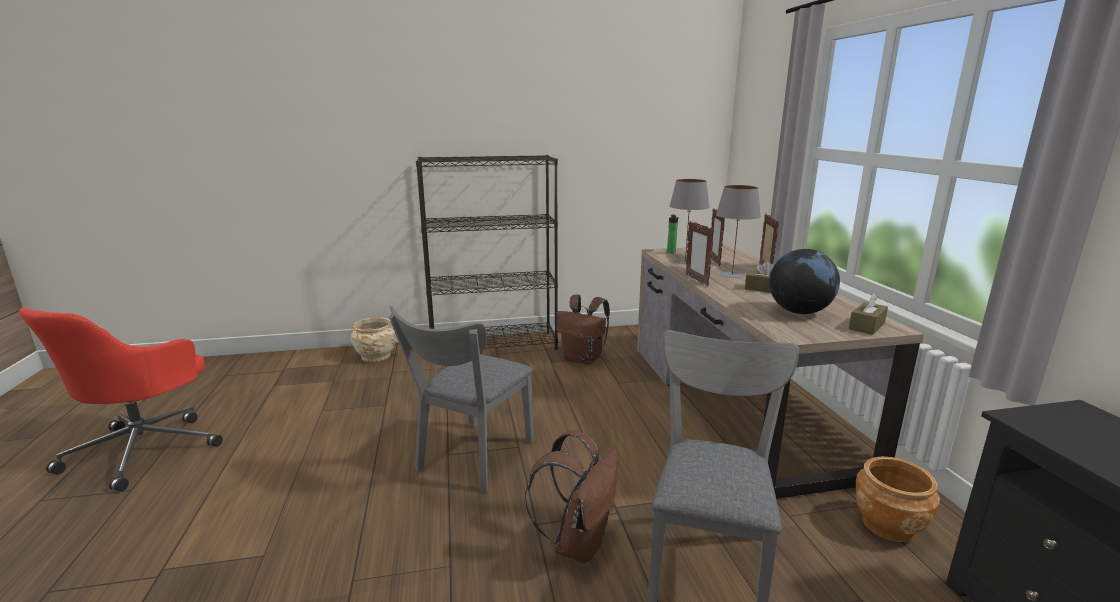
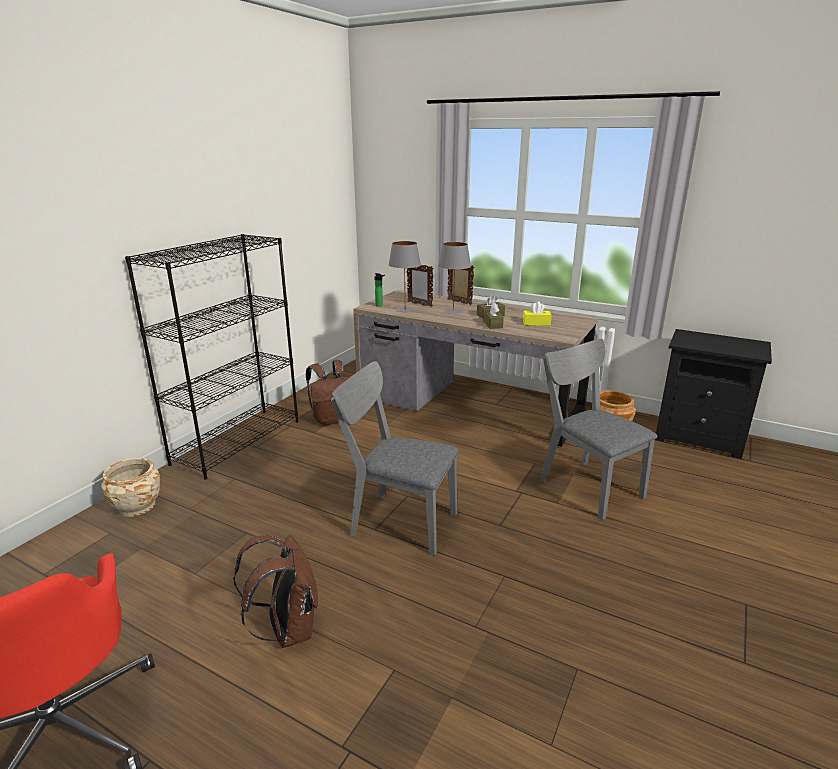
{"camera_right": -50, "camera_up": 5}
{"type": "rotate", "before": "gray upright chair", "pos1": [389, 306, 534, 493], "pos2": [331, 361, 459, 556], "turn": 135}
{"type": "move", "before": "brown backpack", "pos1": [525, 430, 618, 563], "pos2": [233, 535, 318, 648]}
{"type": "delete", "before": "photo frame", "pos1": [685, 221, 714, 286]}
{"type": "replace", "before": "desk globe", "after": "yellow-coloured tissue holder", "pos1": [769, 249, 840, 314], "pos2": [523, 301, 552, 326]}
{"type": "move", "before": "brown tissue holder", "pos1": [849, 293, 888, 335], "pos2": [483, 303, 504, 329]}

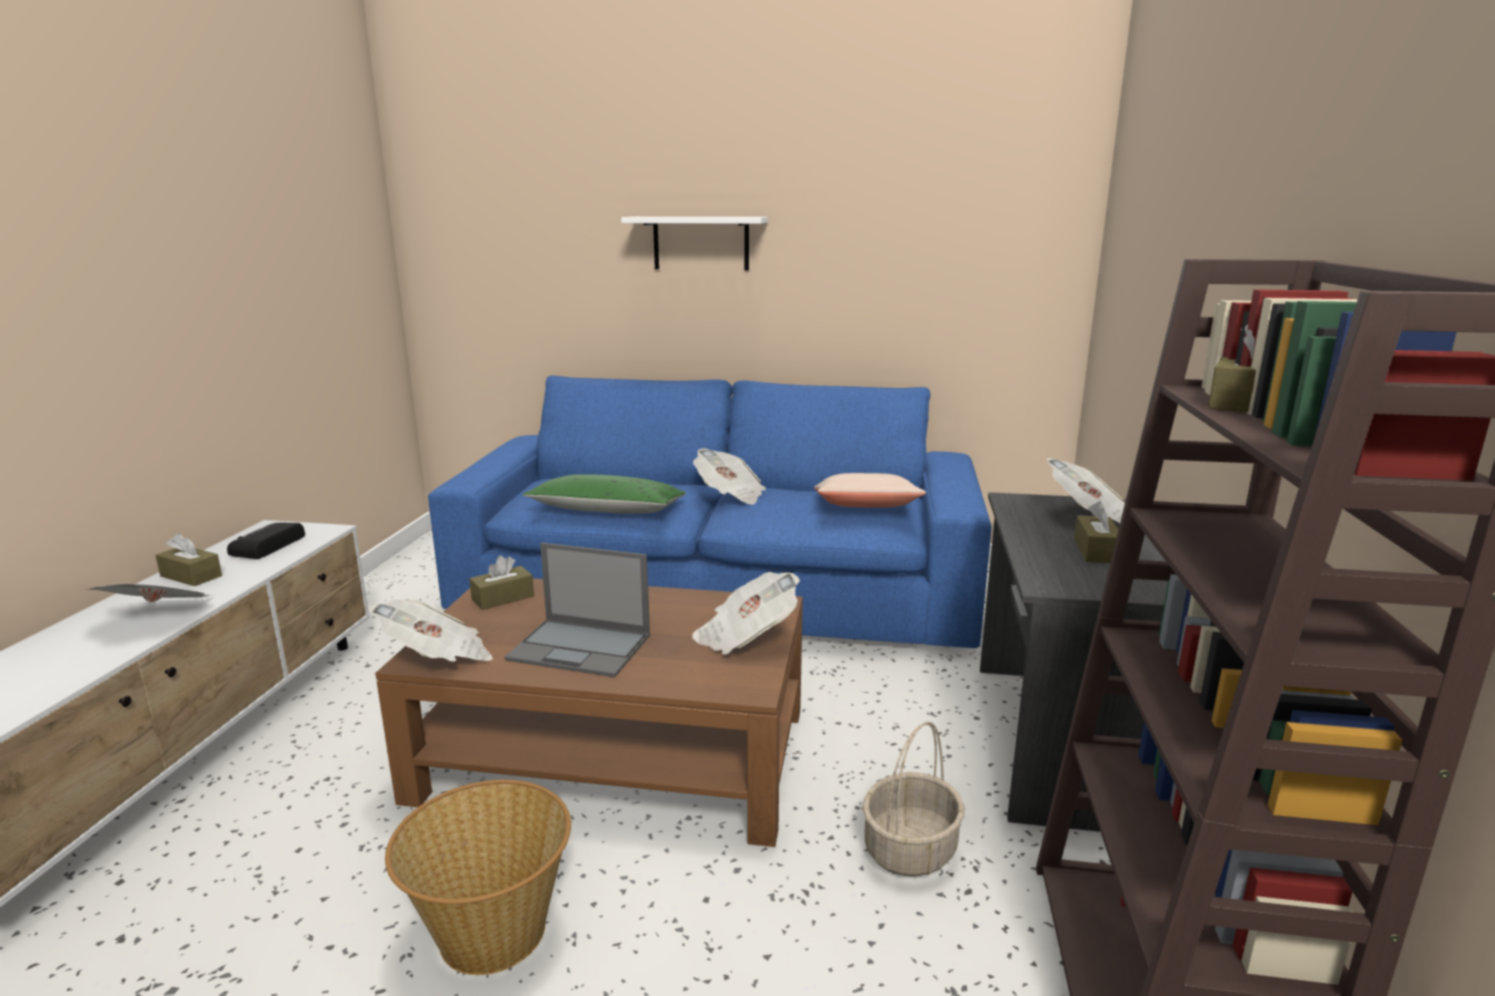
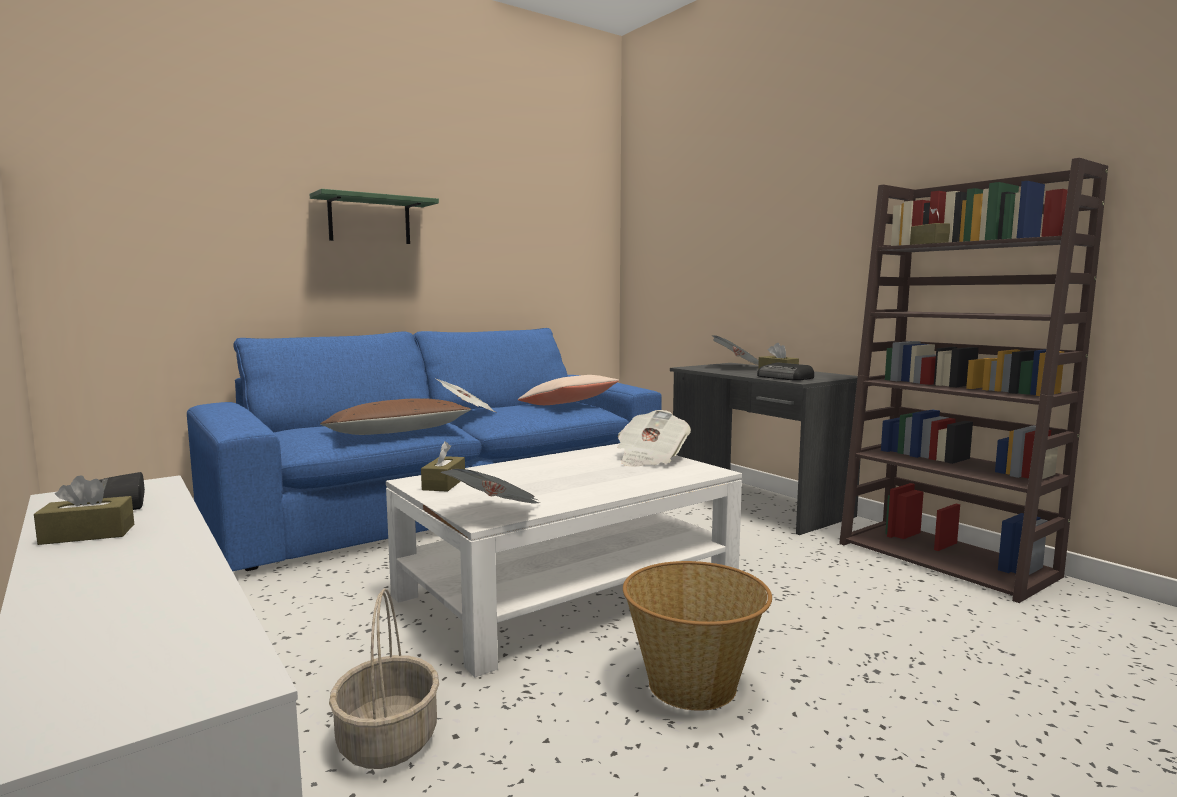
{"camera_right": -45, "camera_up": -10}
{"type": "delete", "before": "printed paper", "pos1": [86, 584, 213, 602]}
{"type": "recolor", "before": "brown low table", "after": "white low table", "pos1": [375, 578, 803, 847], "pos2": [386, 443, 742, 677]}
{"type": "delete", "before": "portable computer", "pos1": [504, 543, 650, 677]}
{"type": "recolor", "before": "greenish cushion", "after": "brown cushion", "pos1": [522, 474, 686, 514], "pos2": [320, 398, 471, 435]}
{"type": "recolor", "before": "white wall shelf", "after": "greenish wall shelf", "pos1": [621, 217, 768, 270], "pos2": [310, 189, 439, 244]}
{"type": "move", "before": "household basket", "pos1": [863, 721, 964, 877], "pos2": [329, 588, 439, 769]}
{"type": "insert", "after": "radio", "pos2": [757, 363, 814, 381]}

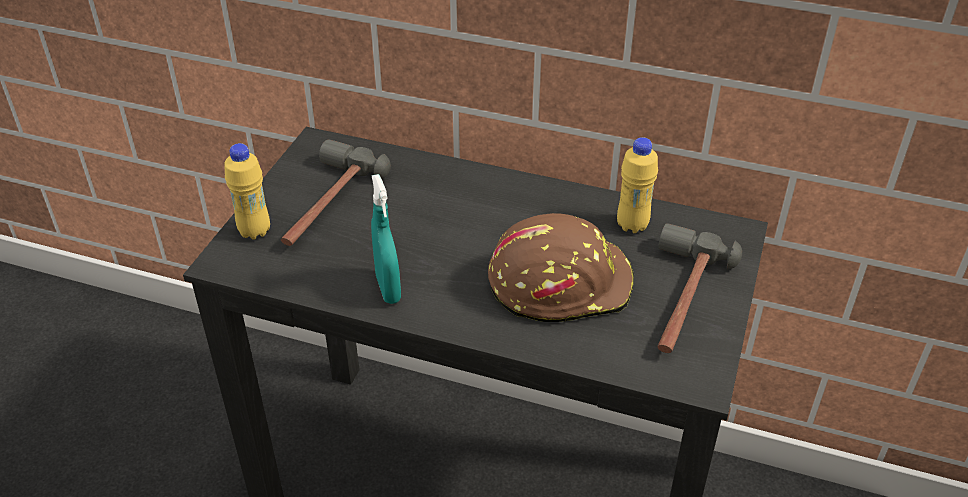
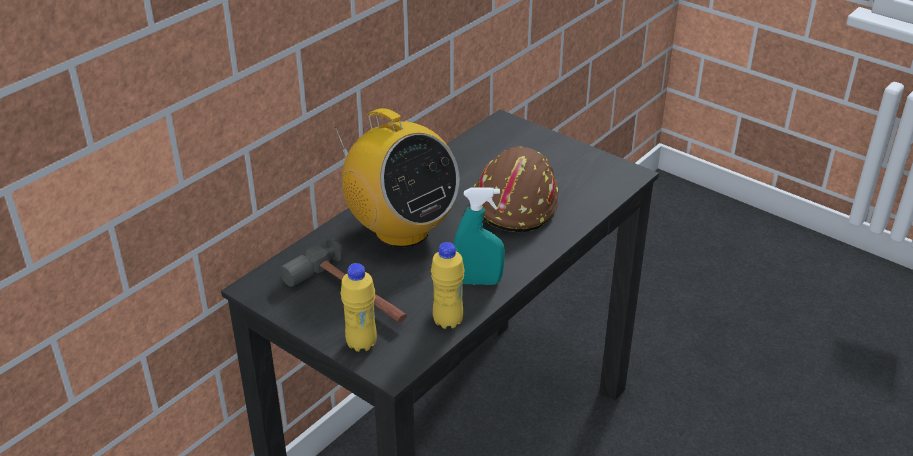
{"camera_right": -70, "camera_up": -5}
{"type": "move", "before": "yellow-coloured beverage bottle", "pos1": [617, 137, 658, 233], "pos2": [431, 242, 465, 329]}
{"type": "delete", "before": "hand hammer", "pos1": [658, 223, 742, 353]}
{"type": "insert", "after": "radio", "pos2": [334, 108, 459, 247]}

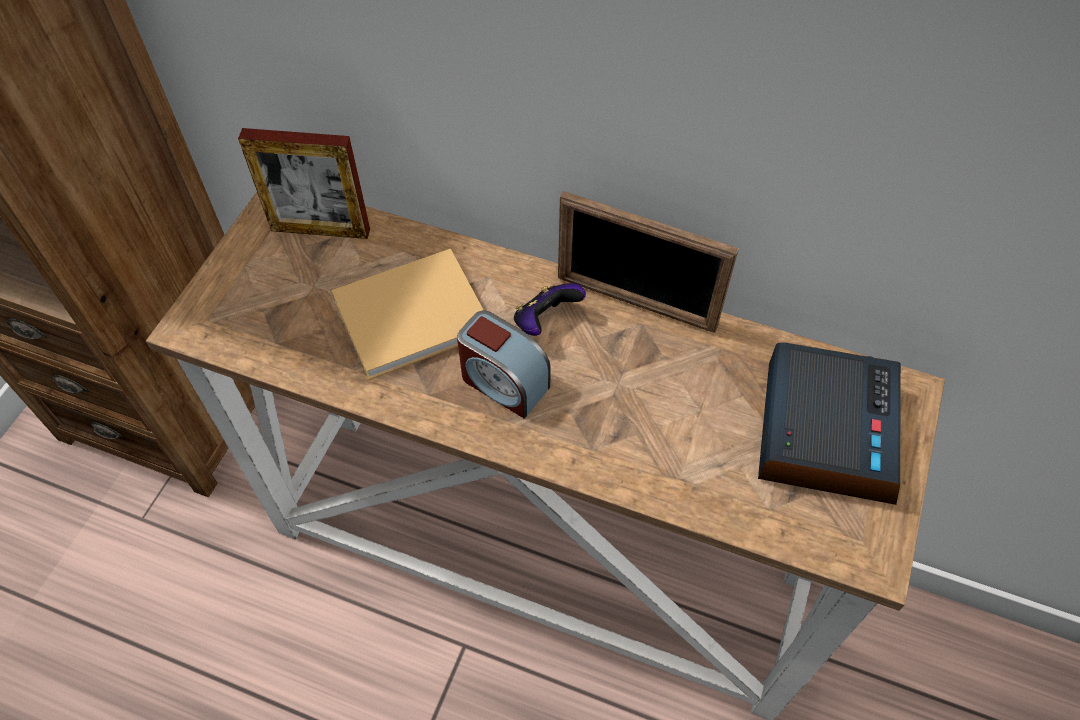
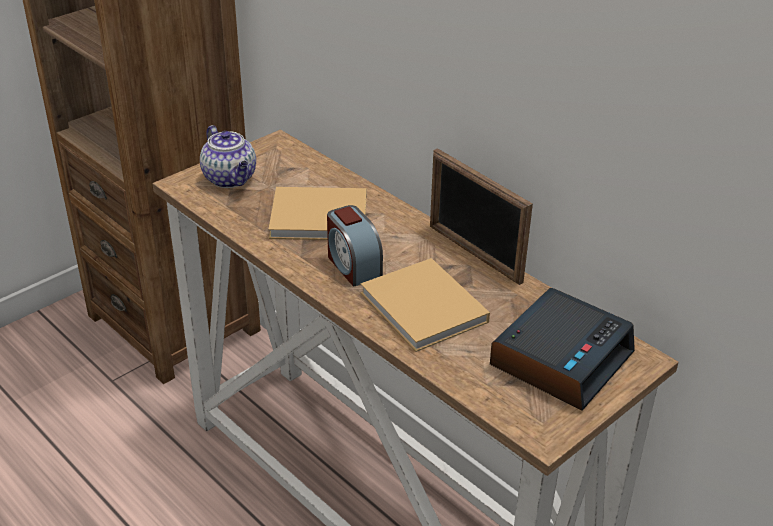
{"camera_right": 25, "camera_up": -20}
{"type": "delete", "before": "photo frame", "pos1": [238, 128, 370, 239]}
{"type": "delete", "before": "joypad", "pos1": [514, 283, 586, 336]}
{"type": "insert", "after": "teapot", "pos2": [200, 125, 256, 188]}
{"type": "insert", "after": "sand-coloured book", "pos2": [361, 258, 490, 352]}

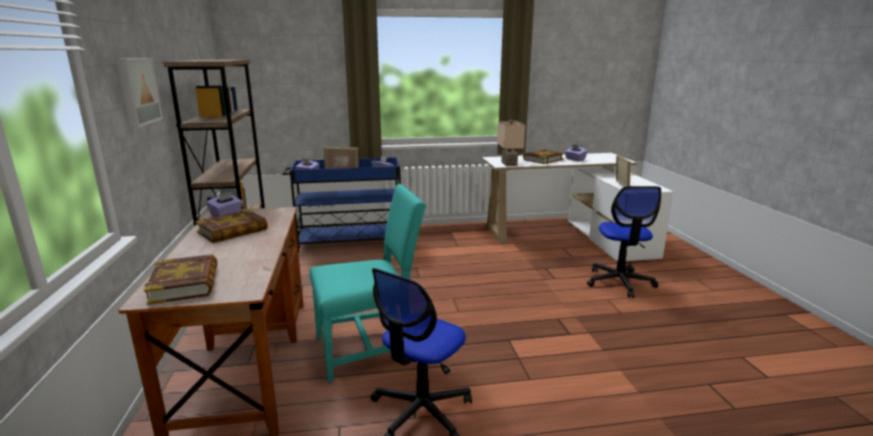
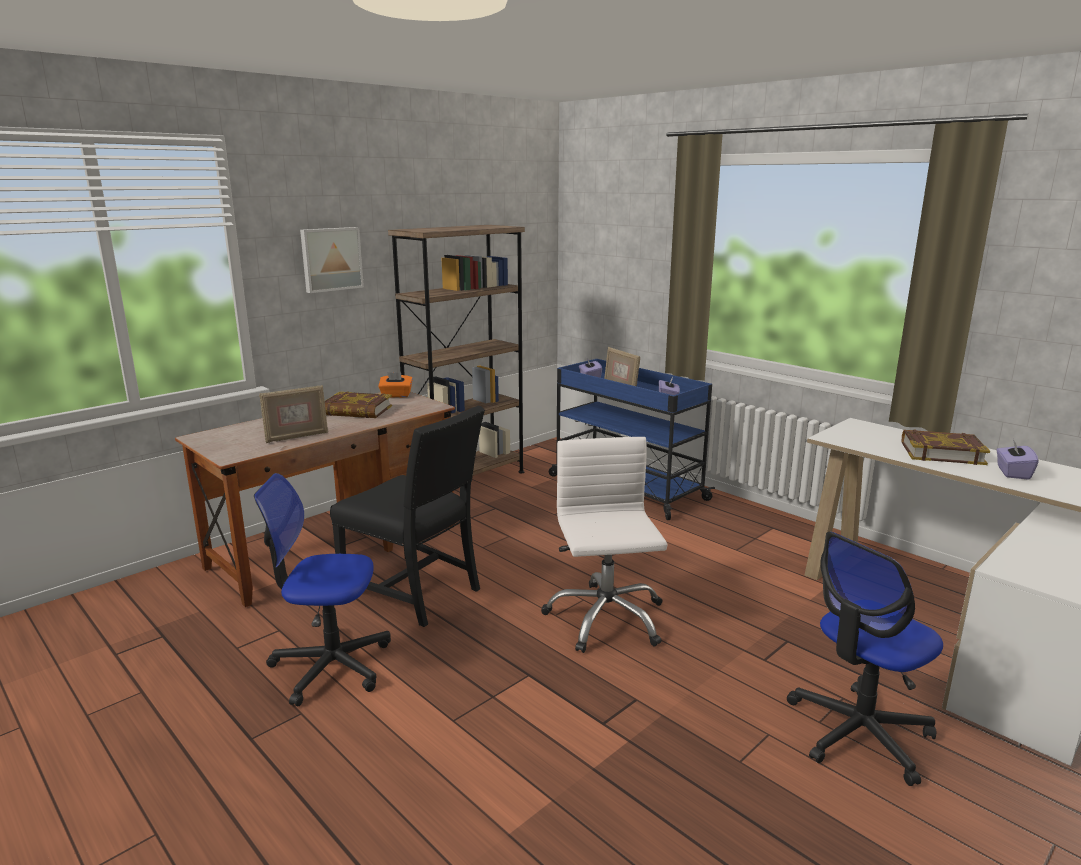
{"camera_right": 55, "camera_up": 0}
{"type": "delete", "before": "book", "pos1": [144, 254, 217, 305]}
{"type": "recolor", "before": "purple-coloured tissue holder", "after": "orange-coloured tissue holder", "pos1": [206, 192, 243, 217], "pos2": [378, 372, 413, 397]}
{"type": "recolor", "before": "blue-green upright chair", "after": "blackish upright chair", "pos1": [309, 184, 426, 382], "pos2": [330, 406, 485, 627]}
{"type": "delete", "before": "sand-coloured tabletop lamp", "pos1": [497, 120, 525, 166]}
{"type": "move", "before": "photo frame", "pos1": [616, 155, 631, 187], "pos2": [259, 385, 328, 443]}
{"type": "insert", "after": "white computer chair", "pos2": [541, 437, 668, 653]}

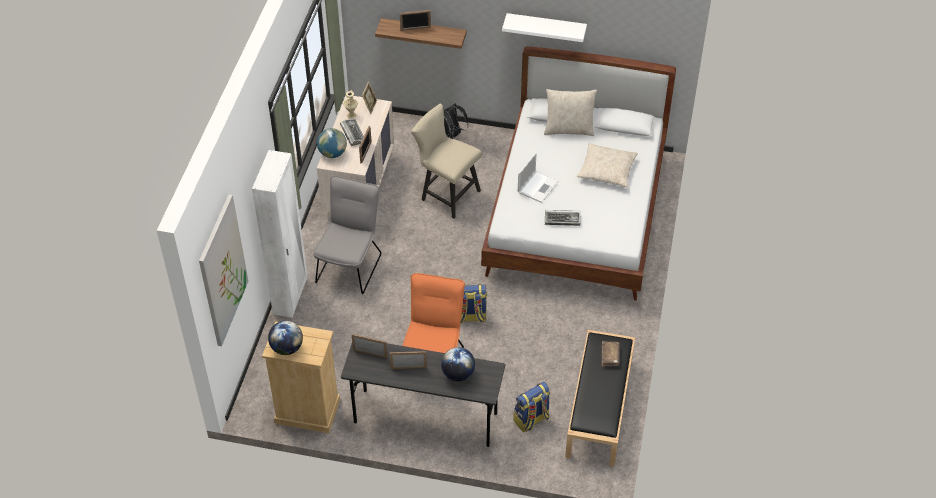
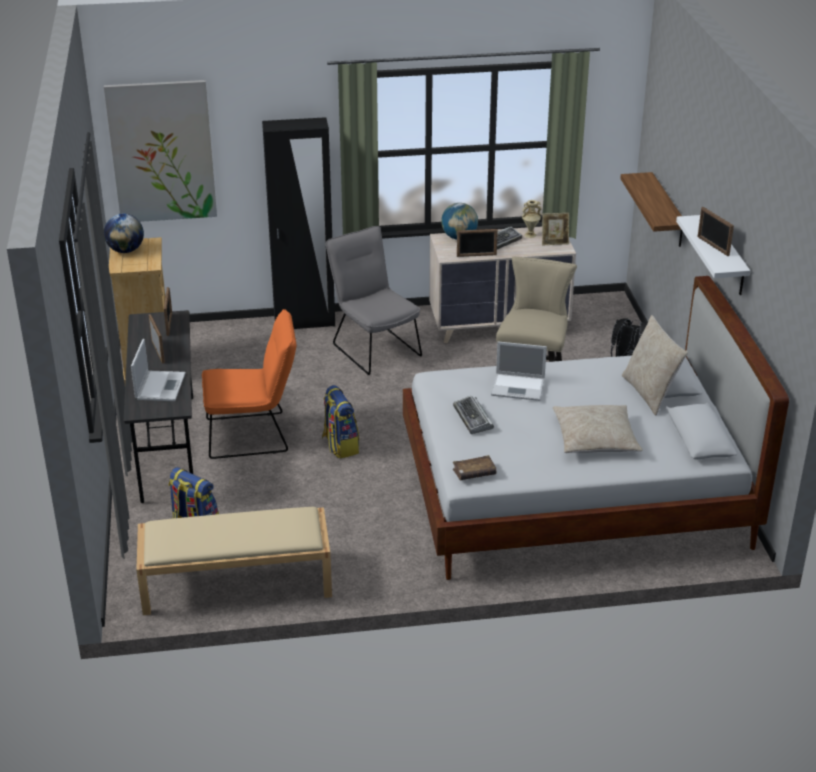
{"camera_right": 70, "camera_up": -15}
{"type": "recolor", "before": "white clothes cupboard", "after": "blackish clothes cupboard", "pos1": [252, 150, 308, 318], "pos2": [262, 117, 335, 329]}
{"type": "rotate", "before": "gray upright chair", "pos1": [313, 176, 381, 294], "pos2": [326, 226, 422, 375], "turn": -120}
{"type": "move", "before": "photo frame", "pos1": [400, 10, 431, 31], "pos2": [698, 207, 734, 256]}
{"type": "replace", "before": "desk globe", "after": "portable computer", "pos1": [441, 347, 475, 381], "pos2": [131, 339, 186, 401]}
{"type": "recolor", "before": "blackish bench", "after": "sand-coloured bench", "pos1": [565, 330, 635, 466], "pos2": [136, 507, 332, 615]}
{"type": "move", "before": "brown book", "pos1": [602, 341, 620, 367], "pos2": [452, 455, 496, 480]}

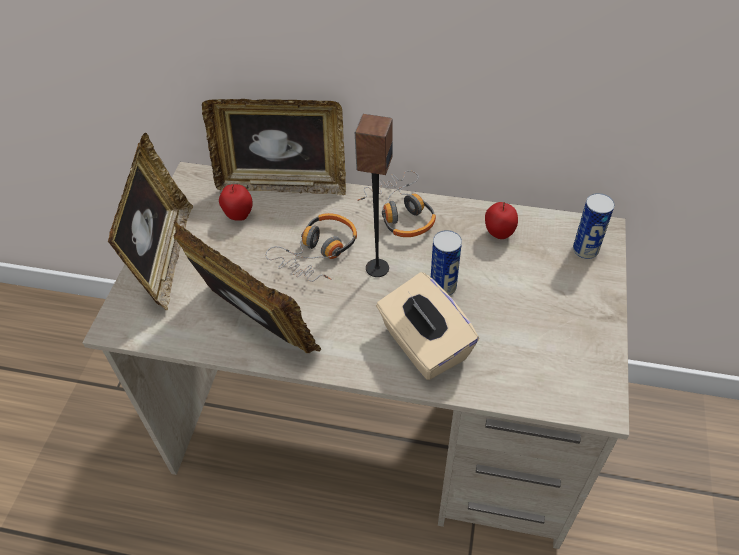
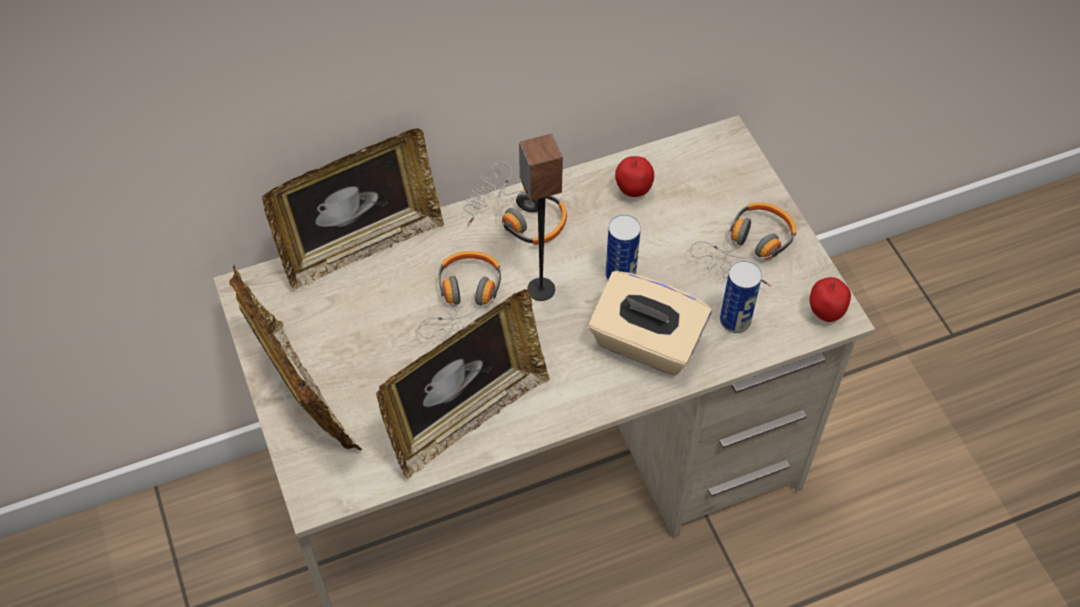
{"camera_right": -35, "camera_up": 5}
{"type": "rotate", "before": "photo frame", "pos1": [173, 221, 321, 353], "pos2": [376, 289, 550, 478], "turn": 135}
{"type": "move", "before": "whole apple", "pos1": [219, 184, 253, 221], "pos2": [810, 277, 851, 322]}
{"type": "move", "before": "sealed can", "pos1": [573, 193, 615, 259], "pos2": [720, 261, 762, 333]}
{"type": "insert", "after": "headphones", "pos2": [690, 202, 796, 286]}

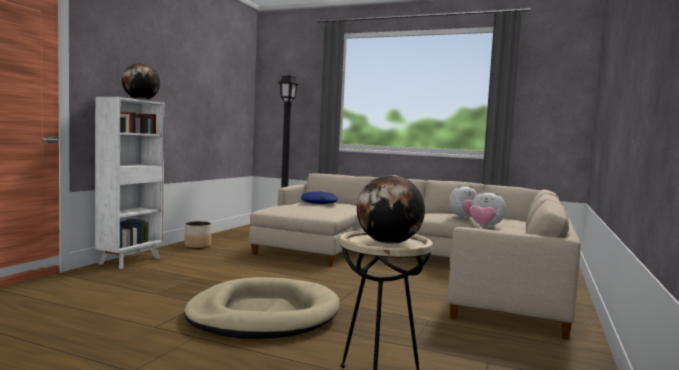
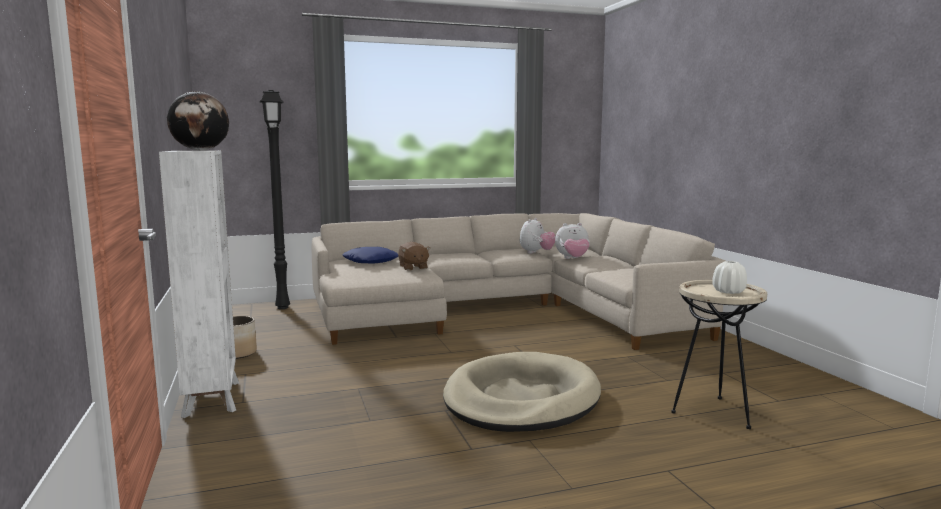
{"camera_right": -40, "camera_up": 5}
{"type": "replace", "before": "desk globe", "after": "white flower vase", "pos1": [357, 175, 425, 244], "pos2": [712, 261, 747, 294]}
{"type": "insert", "after": "brown soft toy", "pos2": [398, 242, 430, 271]}

